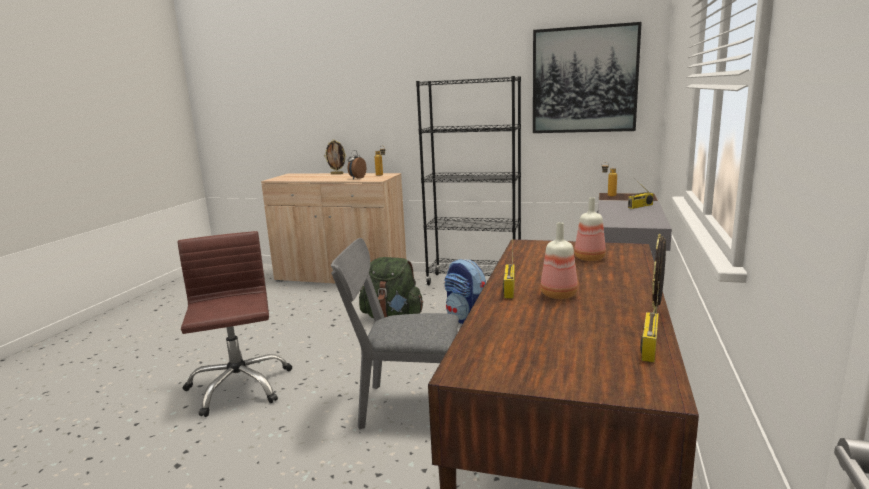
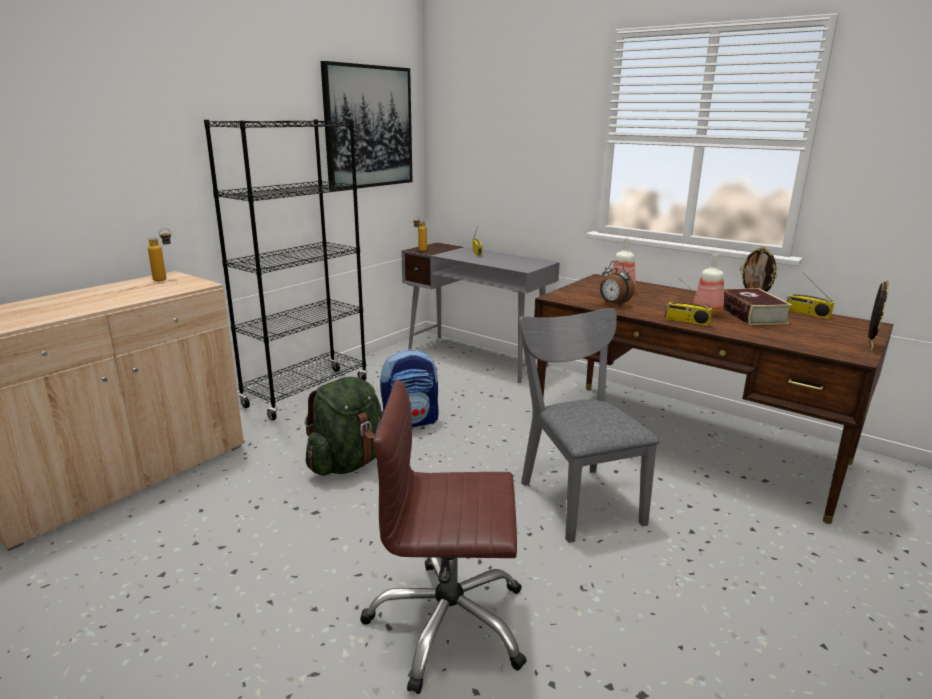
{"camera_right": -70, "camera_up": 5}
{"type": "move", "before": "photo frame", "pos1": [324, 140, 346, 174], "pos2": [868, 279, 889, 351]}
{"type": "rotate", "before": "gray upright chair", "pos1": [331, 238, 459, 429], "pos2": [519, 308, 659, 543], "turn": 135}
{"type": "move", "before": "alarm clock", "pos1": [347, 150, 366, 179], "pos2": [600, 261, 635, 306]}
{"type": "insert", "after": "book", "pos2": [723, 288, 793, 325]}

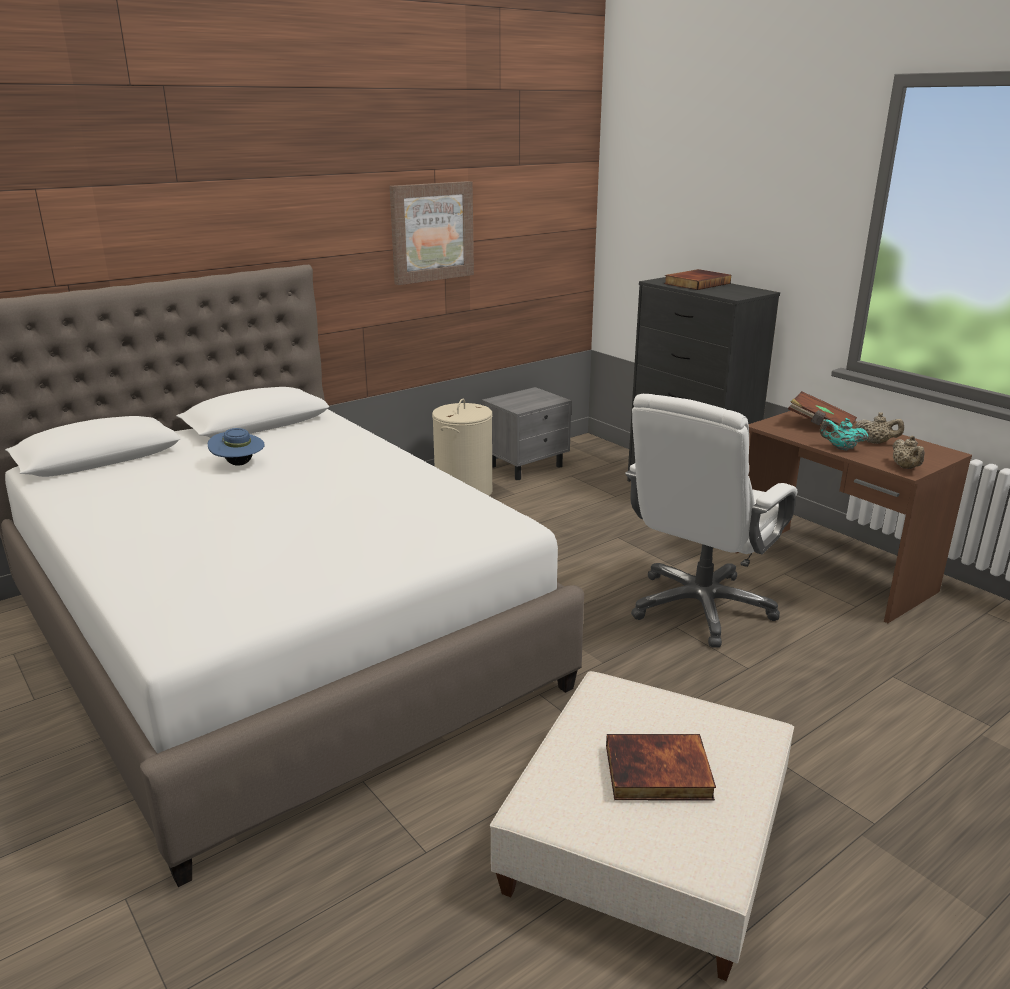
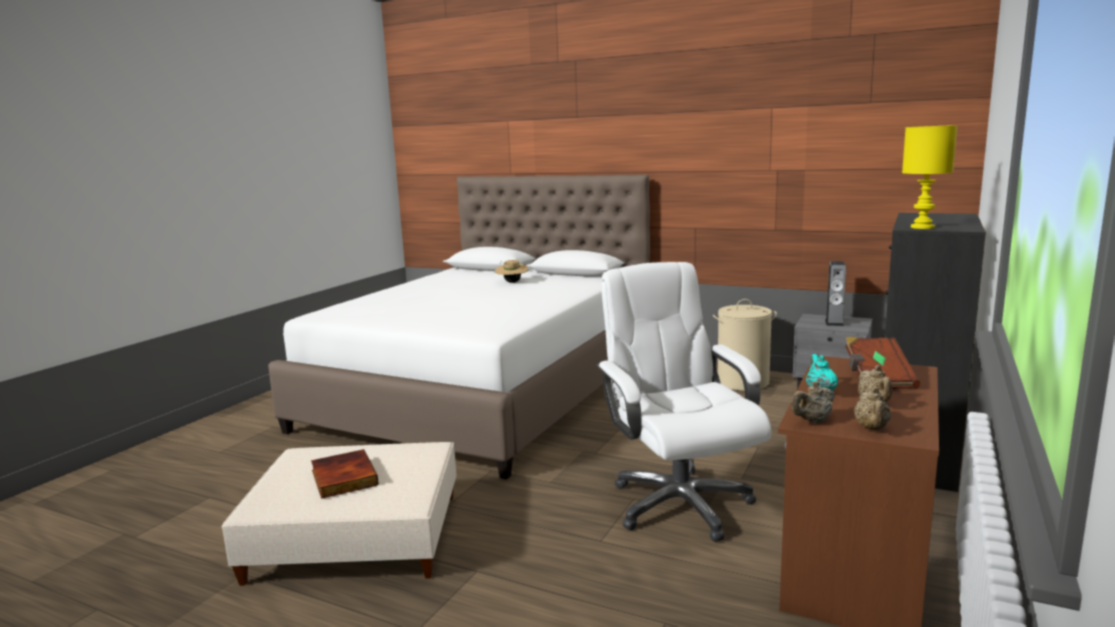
{"camera_right": 65, "camera_up": -10}
{"type": "recolor", "before": "blue-coloured wearable hat", "after": "sand-coloured wearable hat", "pos1": [208, 428, 265, 465], "pos2": [495, 260, 528, 283]}
{"type": "delete", "before": "wall art", "pos1": [390, 181, 474, 285]}
{"type": "rotate", "before": "white computer chair", "pos1": [625, 394, 797, 647], "pos2": [596, 262, 771, 542], "turn": 60}
{"type": "delete", "before": "book", "pos1": [664, 269, 731, 290]}
{"type": "insert", "after": "loudspeaker", "pos2": [825, 261, 846, 326]}
{"type": "insert", "after": "sand-coloured teapot", "pos2": [854, 387, 891, 430]}
{"type": "insert", "after": "yellow-coloured tabletop lamp", "pos2": [902, 125, 958, 229]}

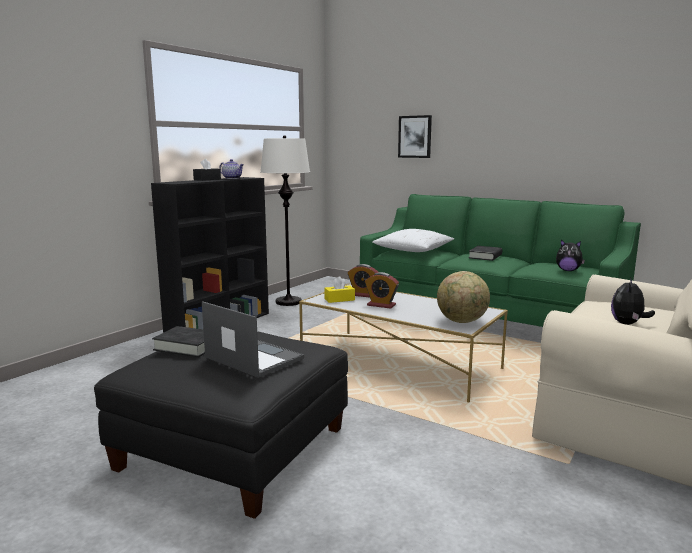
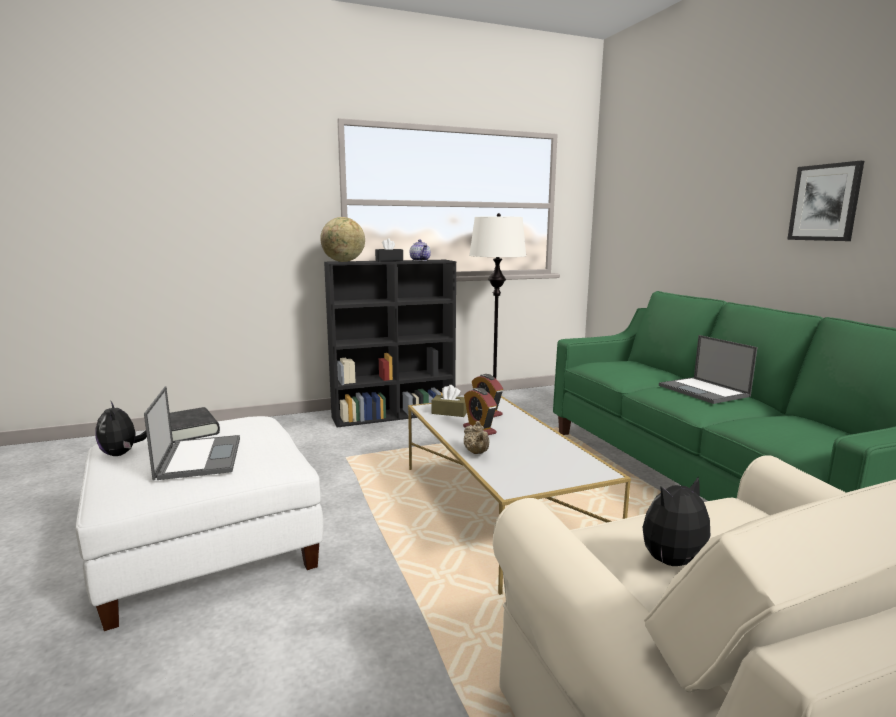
{"camera_right": 35, "camera_up": 0}
{"type": "recolor", "before": "blackish footrest", "after": "white footrest", "pos1": [94, 331, 348, 519], "pos2": [76, 416, 324, 631]}
{"type": "recolor", "before": "yellow-coloured tissue holder", "after": "brown tissue holder", "pos1": [324, 277, 355, 303], "pos2": [431, 385, 467, 417]}
{"type": "delete", "before": "white cushion", "pos1": [372, 229, 454, 252]}
{"type": "move", "before": "wall art", "pos1": [398, 115, 432, 158], "pos2": [787, 161, 864, 241]}
{"type": "move", "before": "desk globe", "pos1": [437, 271, 490, 323], "pos2": [320, 217, 365, 262]}
{"type": "replace", "before": "blackish book", "after": "portable computer", "pos1": [469, 246, 502, 261], "pos2": [659, 335, 758, 404]}
{"type": "move", "before": "soft toy", "pos1": [556, 240, 585, 271], "pos2": [96, 400, 147, 456]}
{"type": "insert", "after": "sand-coloured teapot", "pos2": [464, 421, 489, 454]}

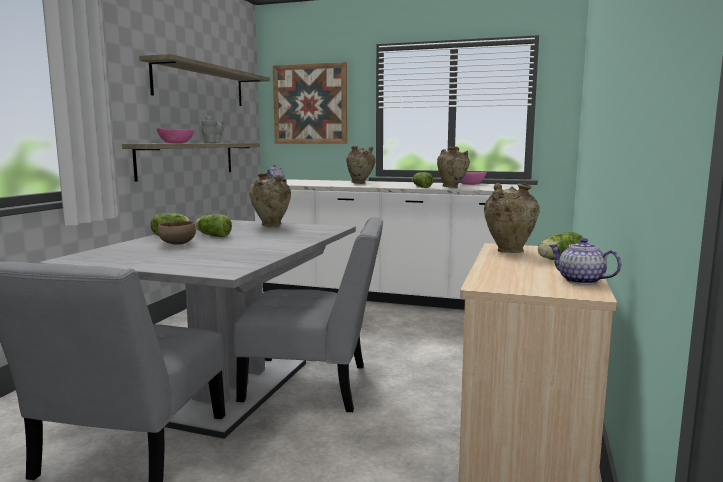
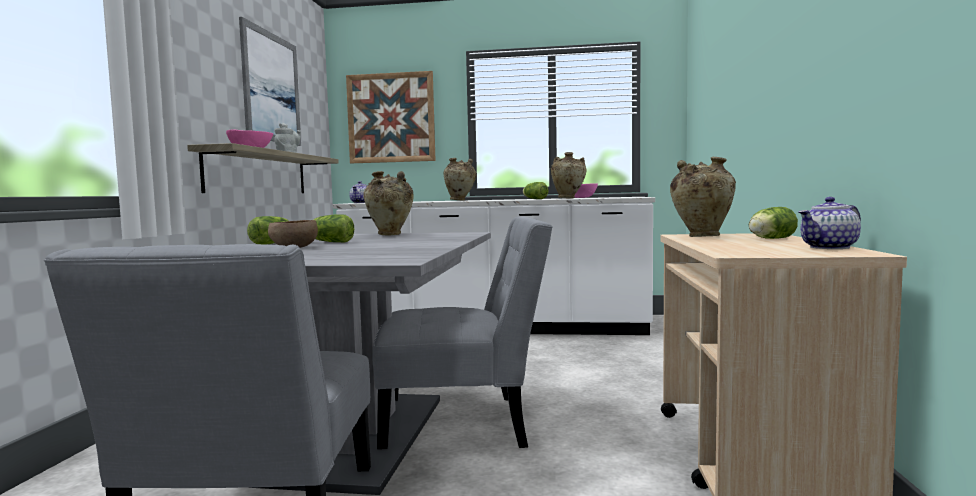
{"camera_right": -10, "camera_up": -5}
{"type": "replace", "before": "wall shelf", "after": "wall art", "pos1": [139, 54, 270, 106], "pos2": [239, 17, 301, 146]}
{"type": "rotate", "before": "teapot", "pos1": [549, 238, 621, 285], "pos2": [799, 197, 861, 249], "turn": -60}

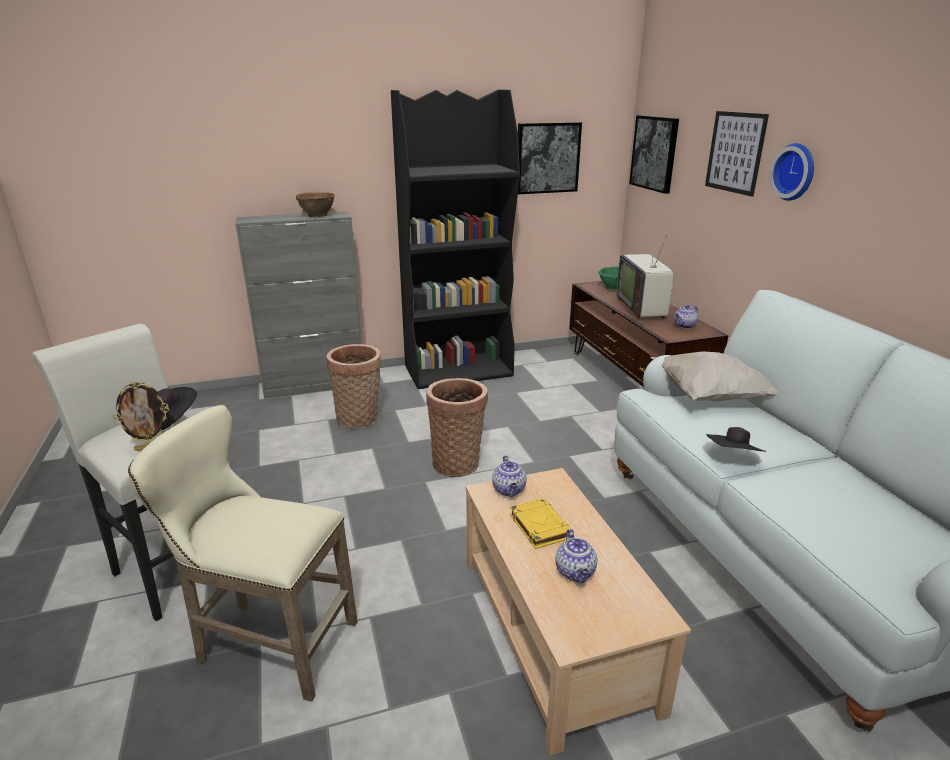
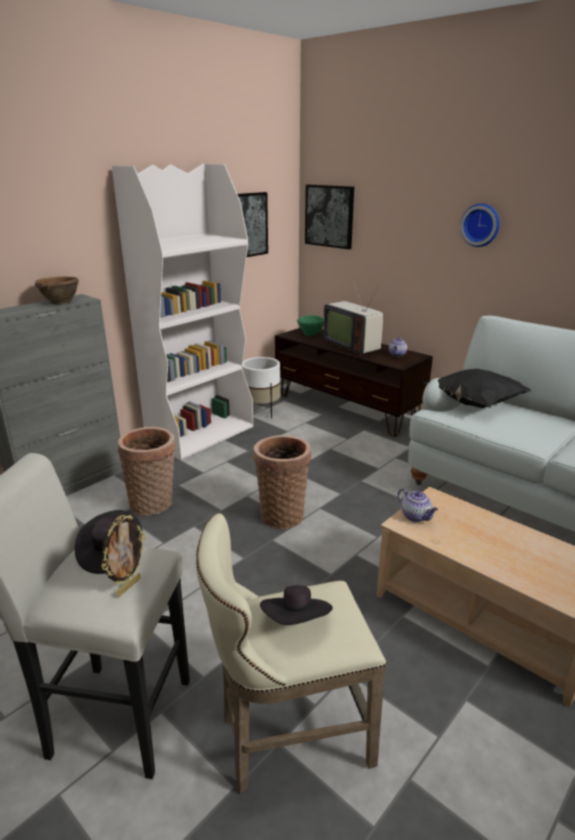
{"camera_right": -30, "camera_up": 0}
{"type": "recolor", "before": "blackish bookcase", "after": "white bookcase", "pos1": [391, 90, 520, 389], "pos2": [112, 164, 253, 460]}
{"type": "delete", "before": "yellow-coloured book", "pos1": [510, 498, 570, 549]}
{"type": "delete", "before": "teapot", "pos1": [555, 529, 597, 583]}
{"type": "recolor", "before": "white cushion", "after": "blackish cushion", "pos1": [651, 351, 779, 402], "pos2": [423, 369, 531, 408]}
{"type": "delete", "before": "wall art", "pos1": [705, 111, 769, 197]}
{"type": "move", "before": "blackish wearable hat", "pos1": [706, 427, 766, 452], "pos2": [260, 585, 333, 625]}
{"type": "insert", "after": "white plant pot", "pos2": [242, 357, 280, 418]}

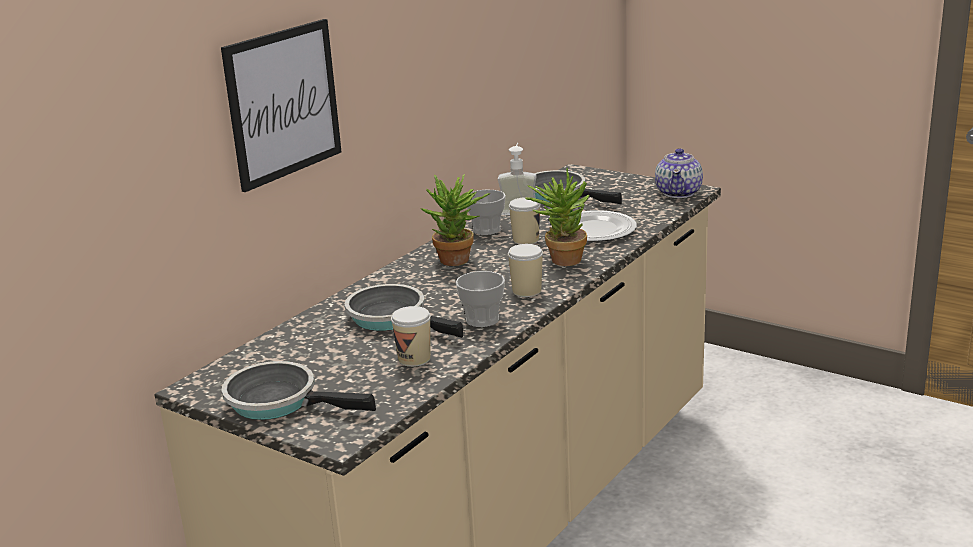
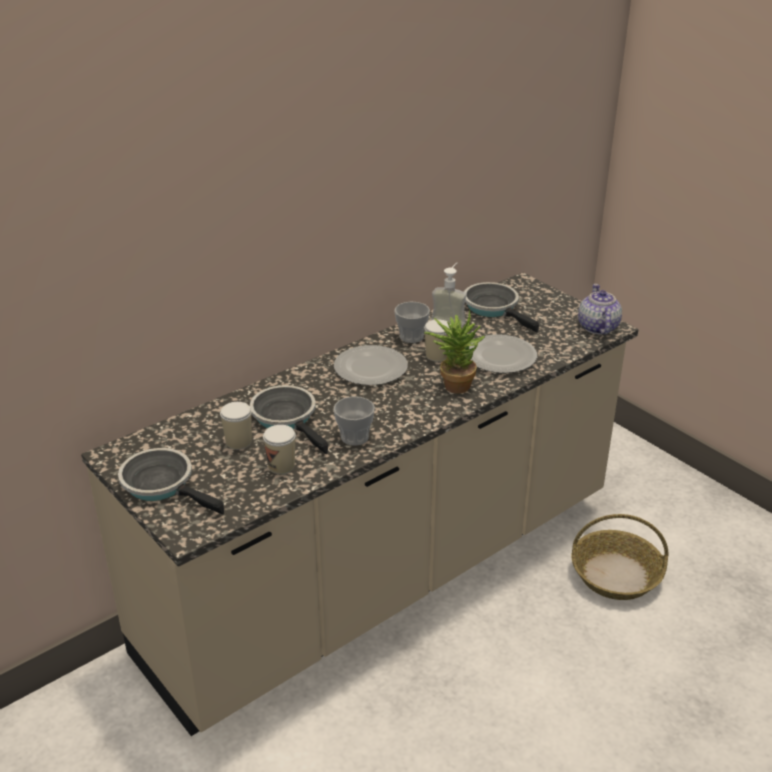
{"camera_right": 15, "camera_up": 10}
{"type": "delete", "before": "wall art", "pos1": [221, 19, 342, 192]}
{"type": "replace", "before": "houseplant", "after": "flat dish", "pos1": [420, 174, 490, 266], "pos2": [334, 345, 407, 385]}
{"type": "move", "before": "drinking cup", "pos1": [508, 244, 543, 297], "pos2": [220, 402, 252, 450]}
{"type": "rotate", "before": "teapot", "pos1": [655, 148, 703, 198], "pos2": [578, 284, 622, 335], "turn": 150}
{"type": "insert", "after": "household basket", "pos2": [571, 514, 668, 600]}

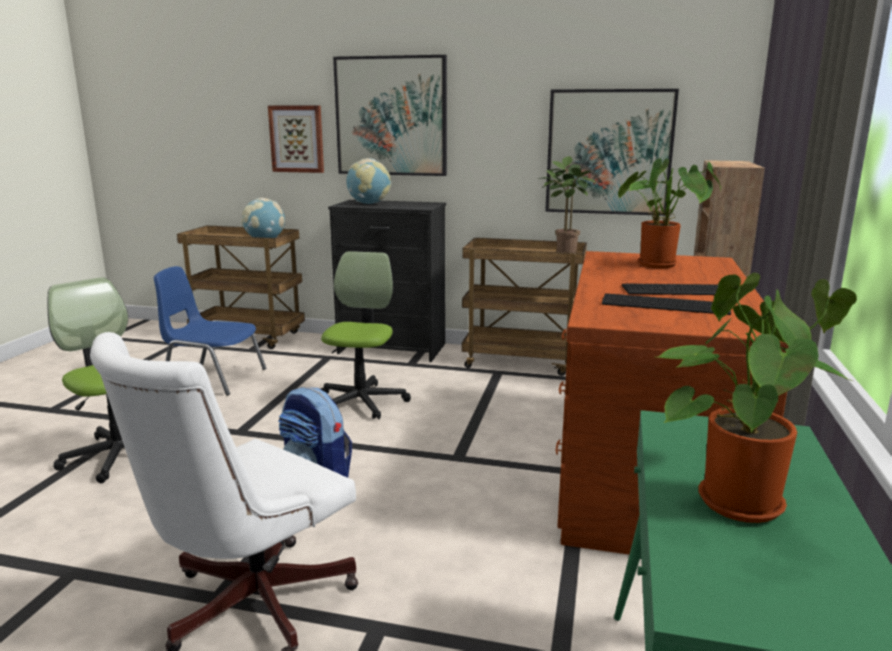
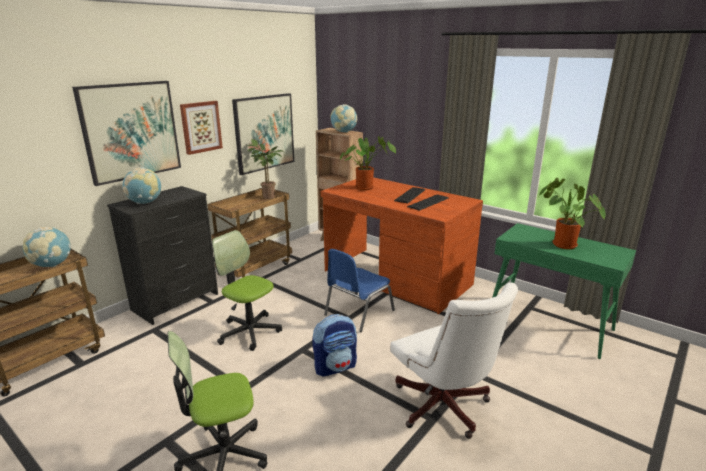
{"camera_right": -65, "camera_up": 5}
{"type": "move", "before": "blue-coloured upright chair", "pos1": [154, 266, 266, 396], "pos2": [324, 249, 395, 332]}
{"type": "move", "before": "wall art", "pos1": [268, 105, 324, 173], "pos2": [180, 101, 223, 155]}
{"type": "insert", "after": "desk globe", "pos2": [330, 104, 357, 132]}

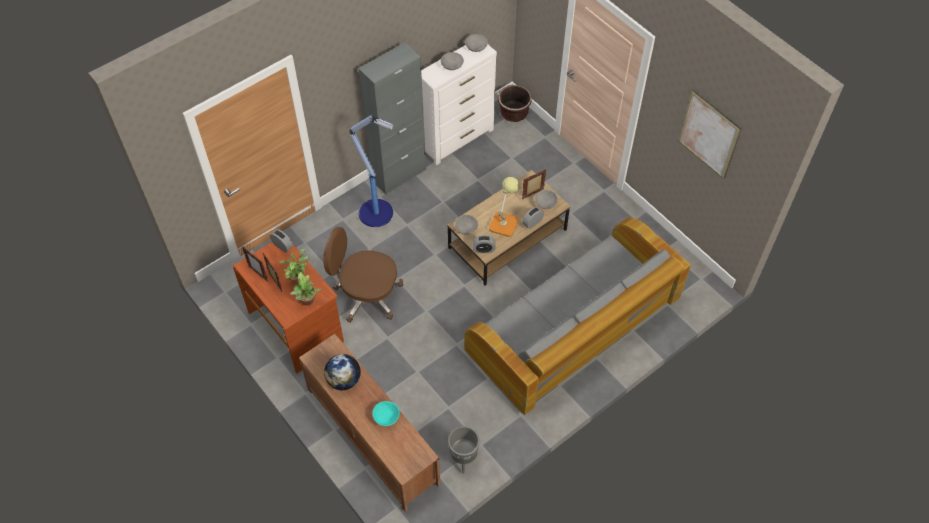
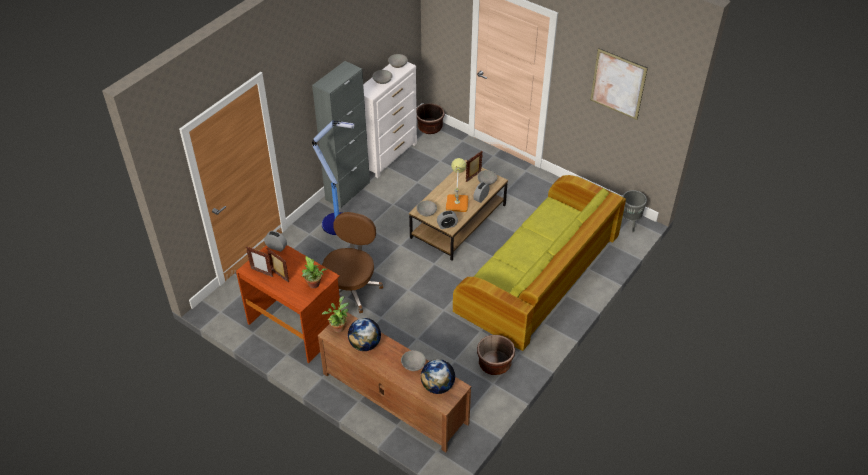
{"camera_right": -15, "camera_up": -10}
{"type": "move", "before": "houseplant", "pos1": [280, 248, 309, 284], "pos2": [322, 296, 349, 333]}
{"type": "rotate", "before": "brown computer chair", "pos1": [323, 227, 403, 323], "pos2": [322, 212, 383, 313], "turn": 105}
{"type": "recolor", "before": "blue-green bowl", "after": "gray bowl", "pos1": [372, 401, 399, 426], "pos2": [401, 350, 426, 371]}
{"type": "move", "before": "gray plant pot", "pos1": [448, 426, 480, 474], "pos2": [622, 190, 647, 232]}
{"type": "recolor", "before": "gray settee", "after": "greenish settee", "pos1": [464, 217, 691, 415], "pos2": [453, 175, 626, 351]}
{"type": "insert", "after": "desk globe", "pos2": [421, 359, 455, 394]}
{"type": "insert", "after": "brown plant pot", "pos2": [477, 335, 515, 375]}

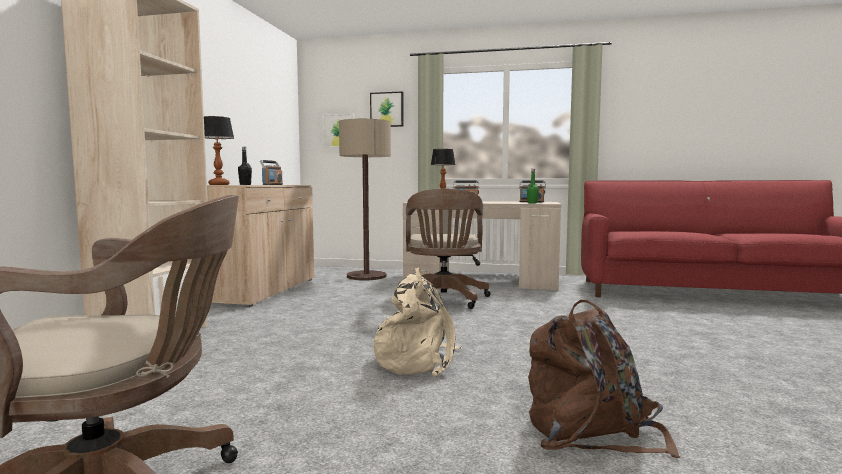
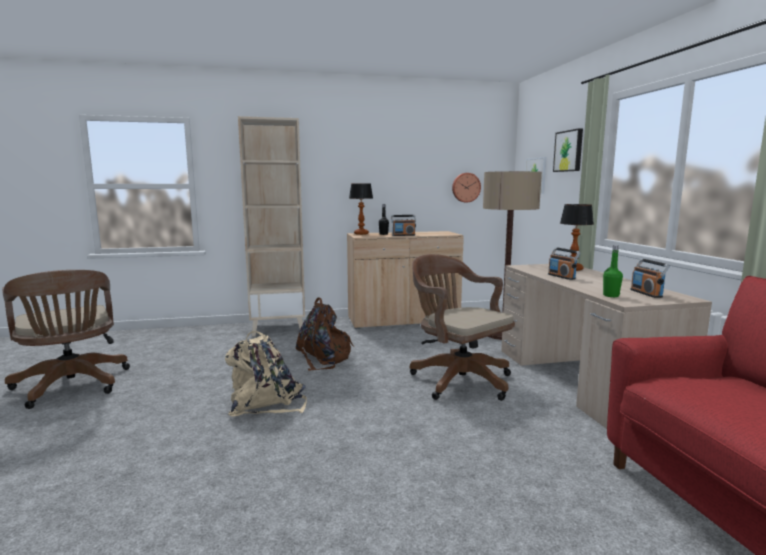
{"camera_right": 65, "camera_up": 5}
{"type": "rotate", "before": "brown computer chair", "pos1": [398, 189, 491, 309], "pos2": [410, 254, 515, 401], "turn": 75}
{"type": "move", "before": "brown backpack", "pos1": [528, 300, 680, 458], "pos2": [296, 297, 354, 371]}
{"type": "insert", "after": "wall clock", "pos2": [452, 173, 481, 203]}

